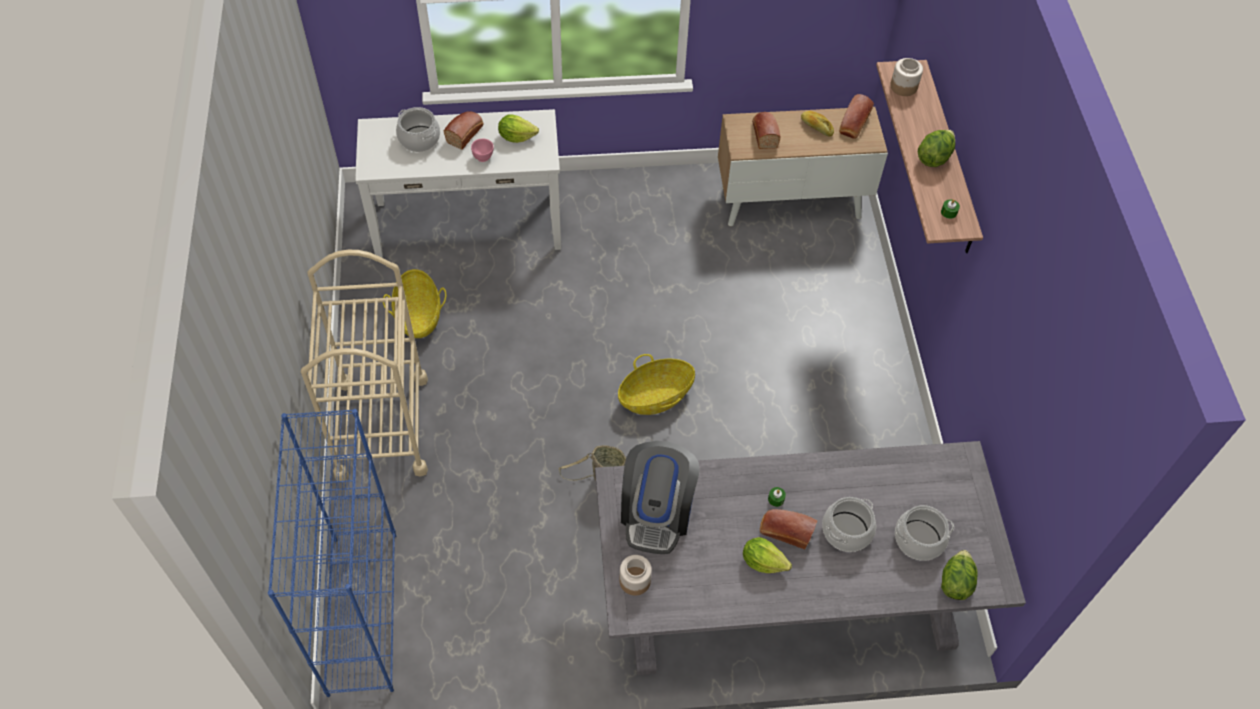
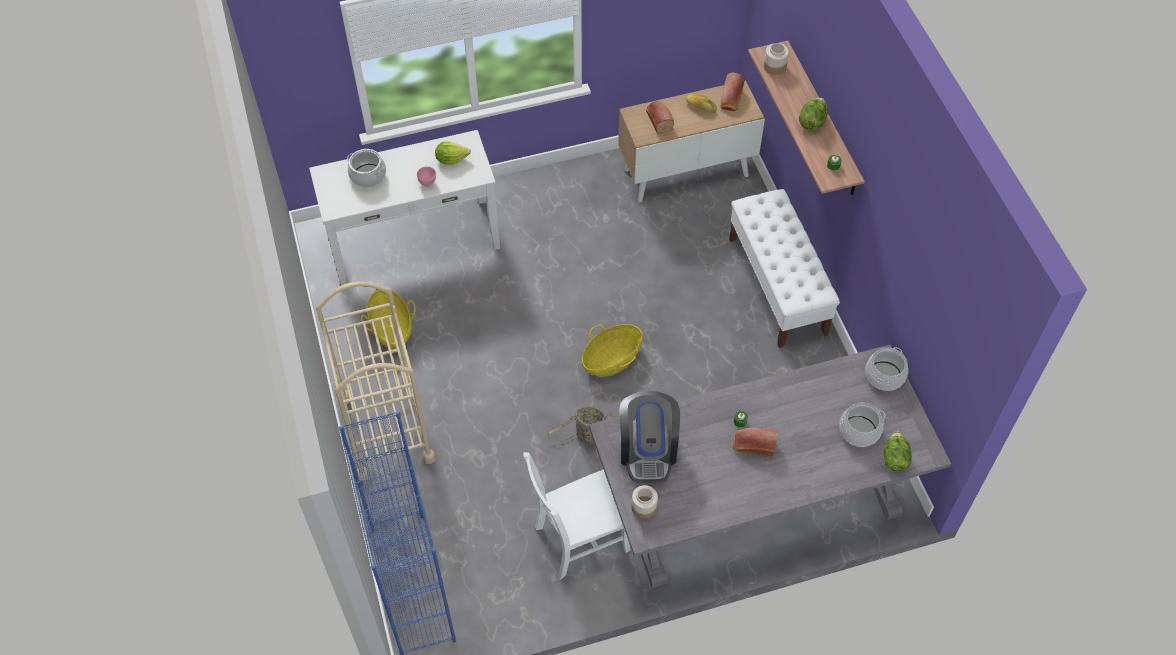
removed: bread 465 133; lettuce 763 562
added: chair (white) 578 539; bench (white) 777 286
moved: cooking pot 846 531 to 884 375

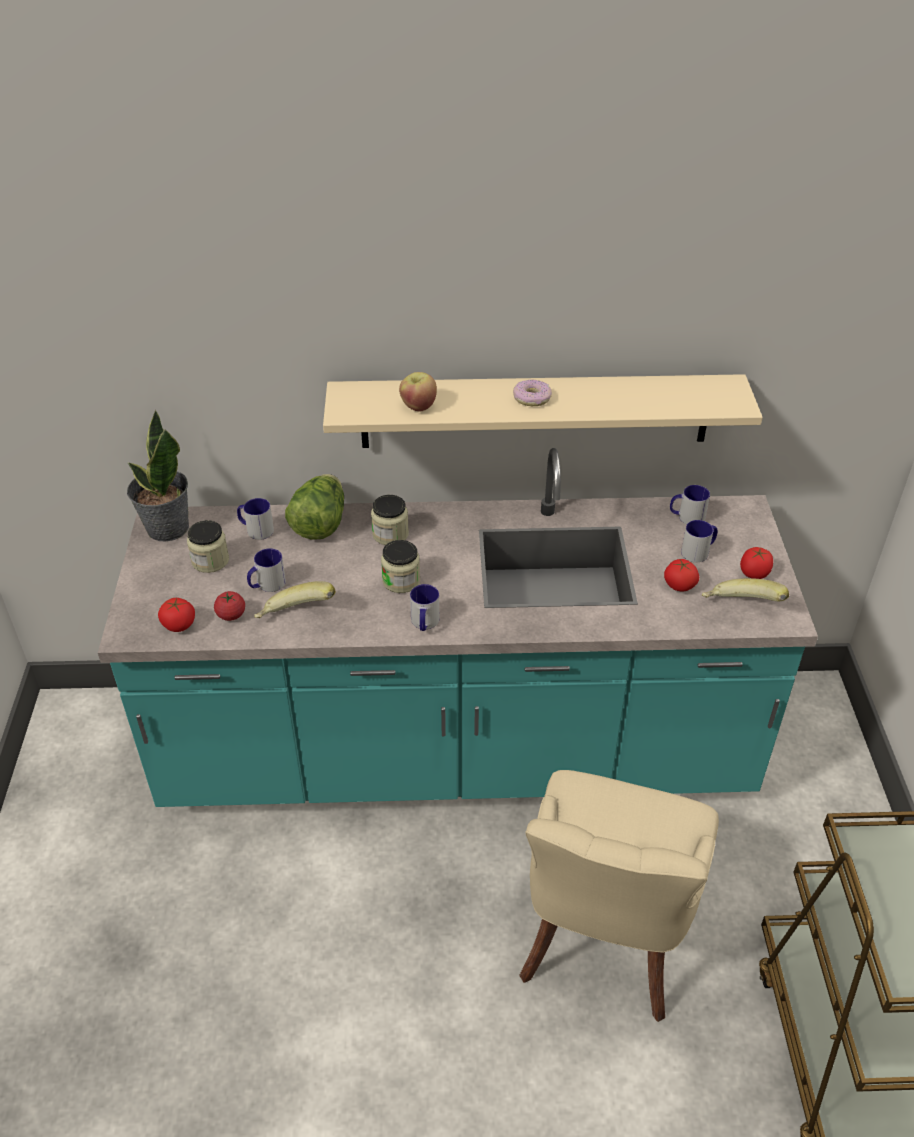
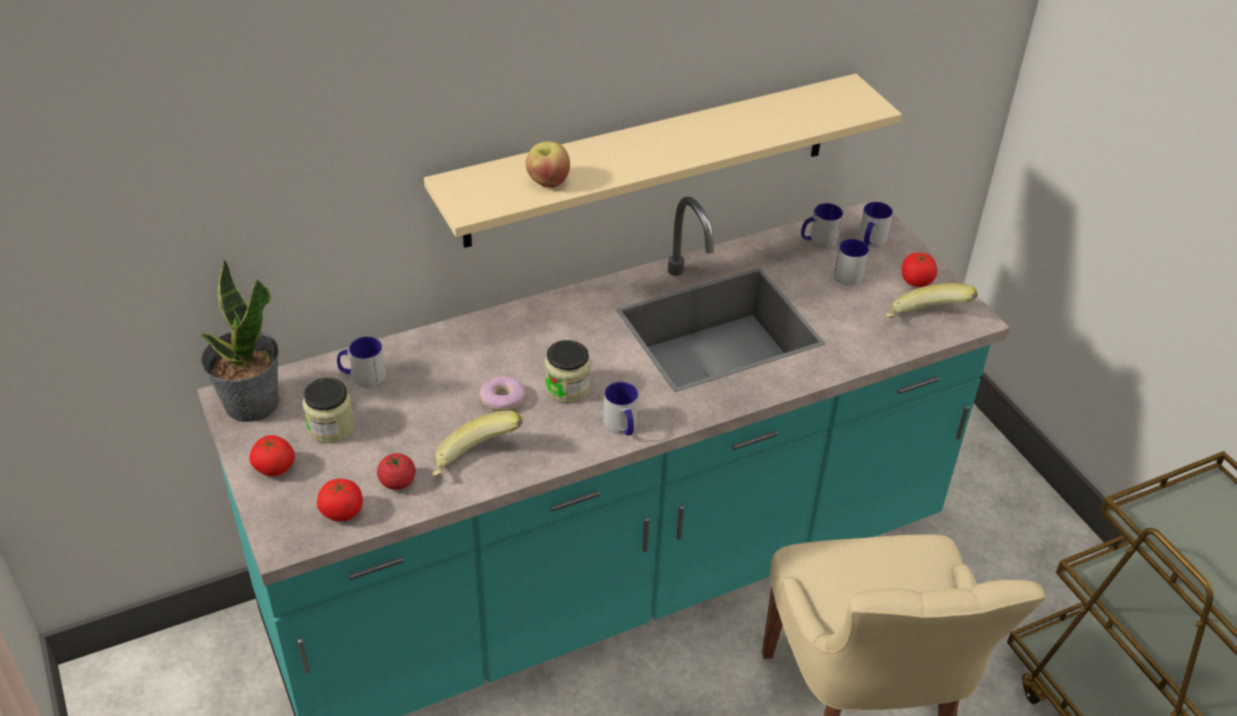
removed: lettuce 320 524; jar 390 534
moved: mug 267 585 to 870 241; donut 532 398 to 502 399; tomato 679 585 to 274 468

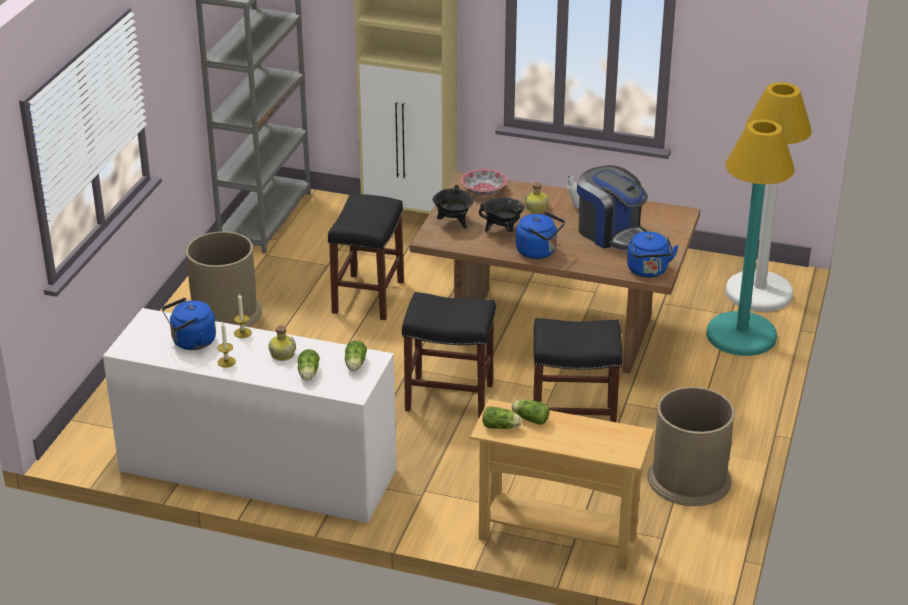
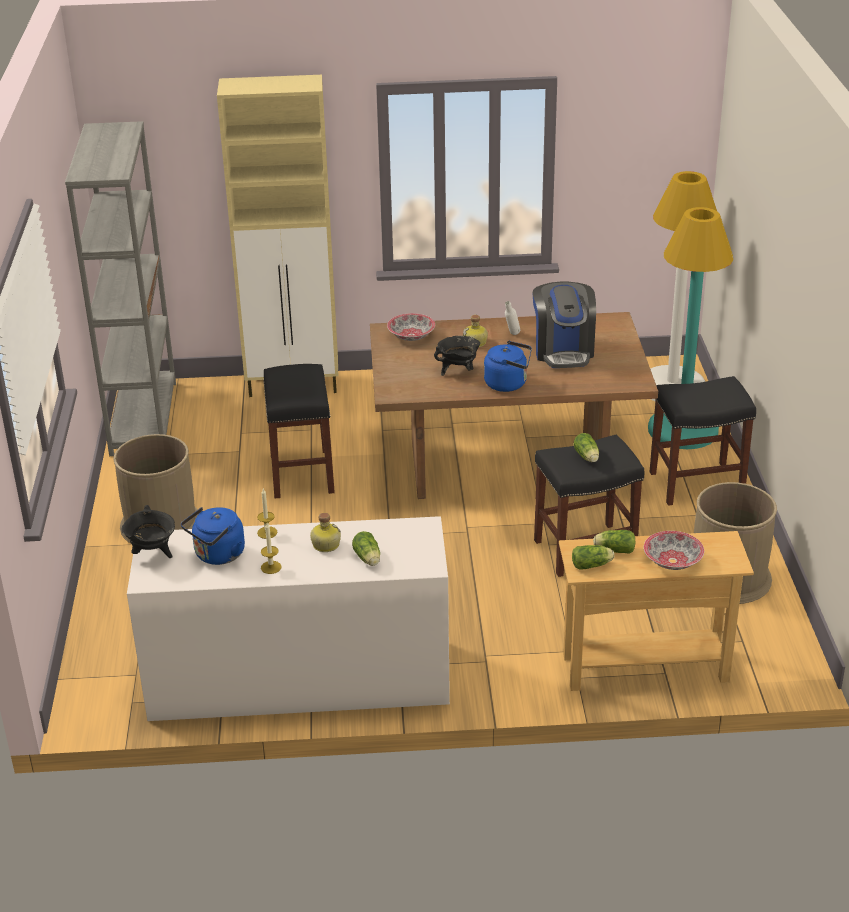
removed: kettle (blue) 648 271
added: bowl 672 561
moved: lettuce 355 365 to 587 457; stool (black) 448 397 to 695 484; cooking pot (black) 453 223 to 153 553
turned: coffee machine 610 232 = 563 351 60 degrees clockwise

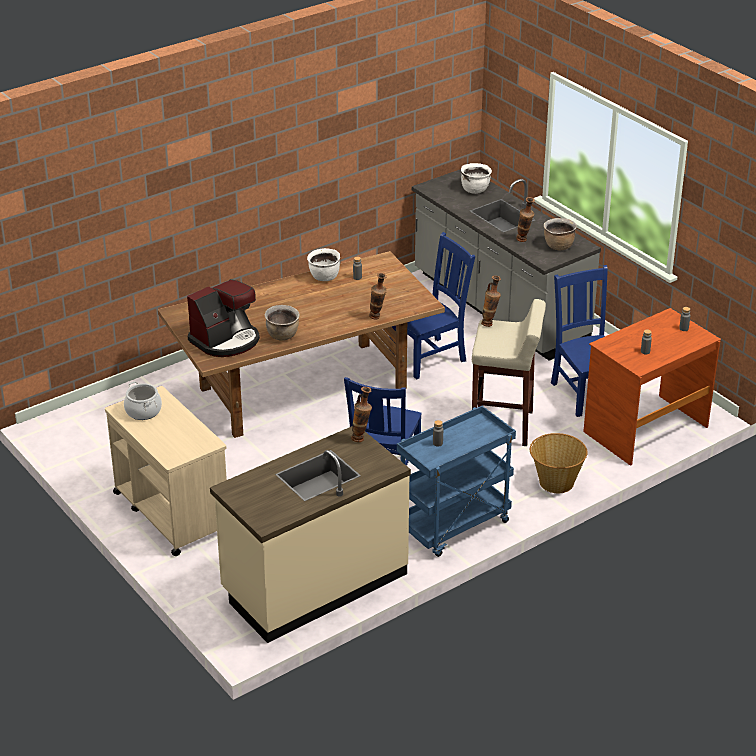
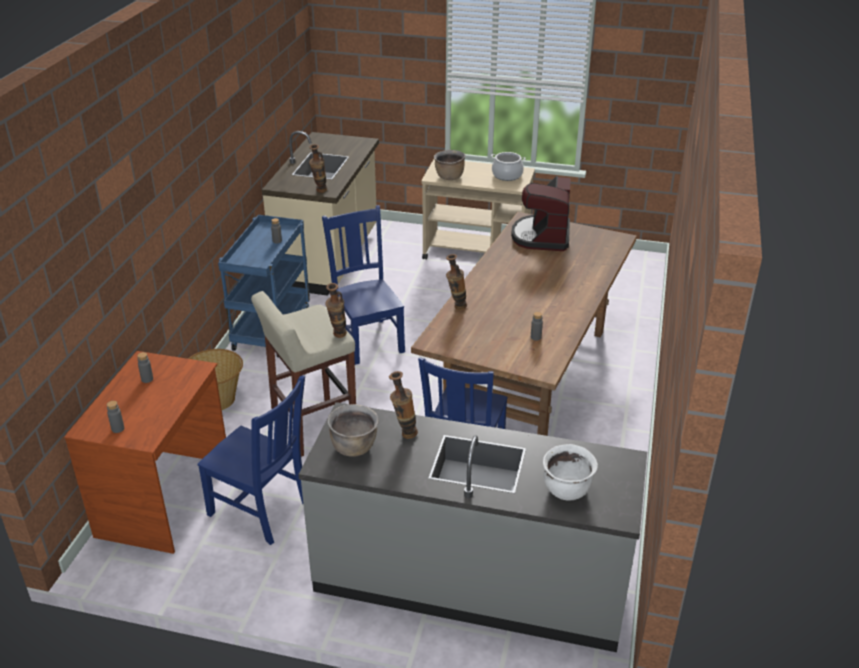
removed: cooking pot (white) 324 277
moved: cooking pot (brown) 283 335 to 449 177

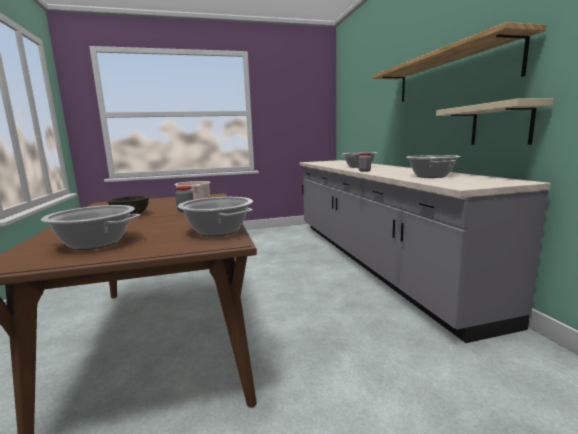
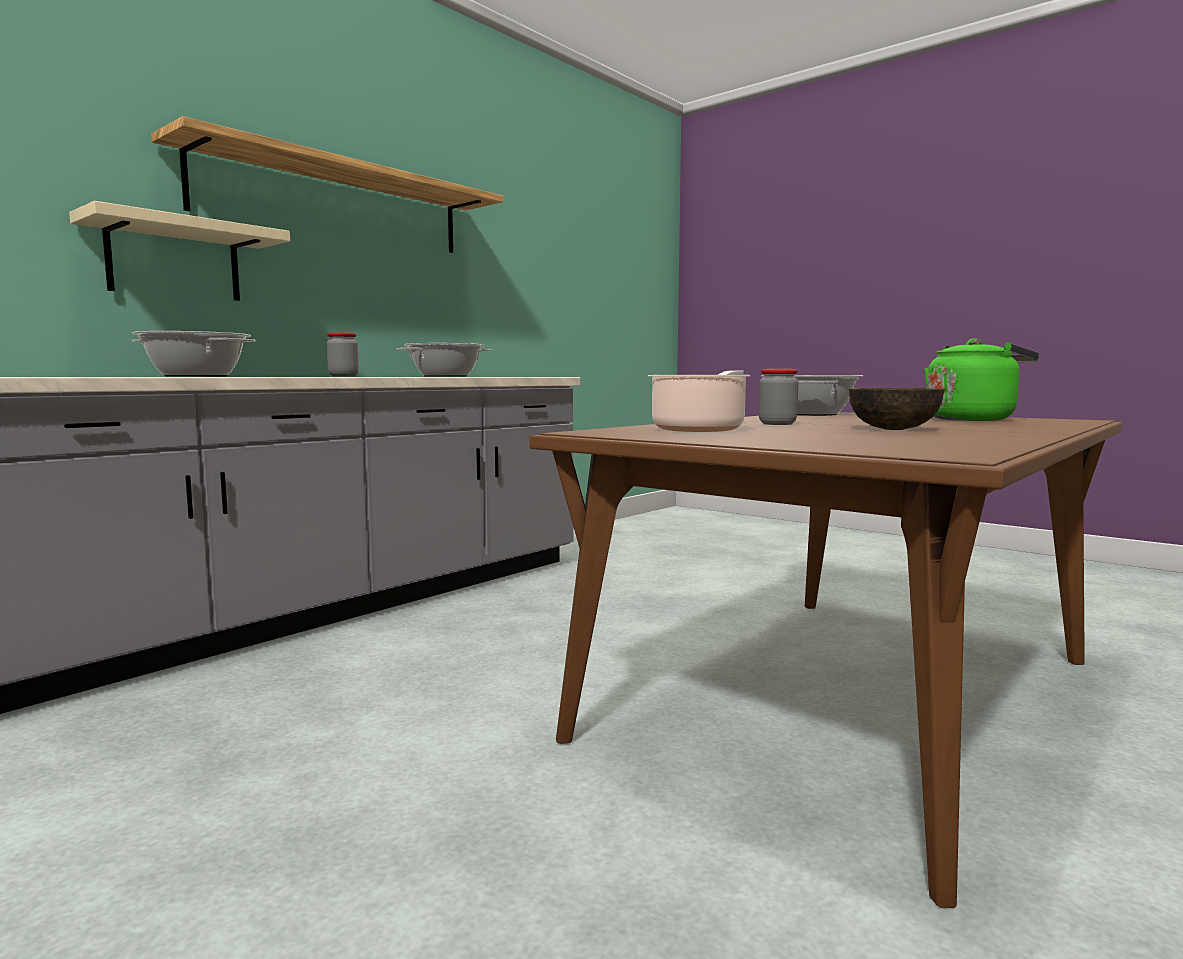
moved: shelf (beige) 501 125 to 174 261
replaced: cooking pot 95 243 to kettle (green) 972 419

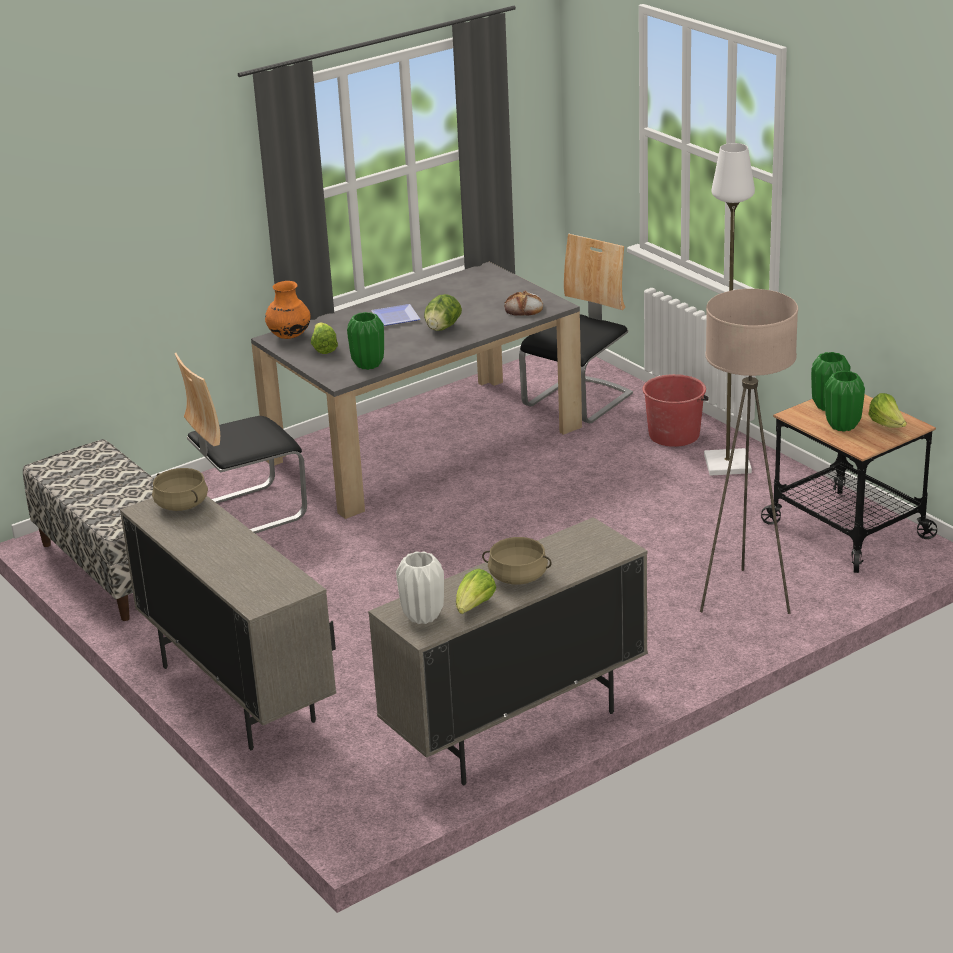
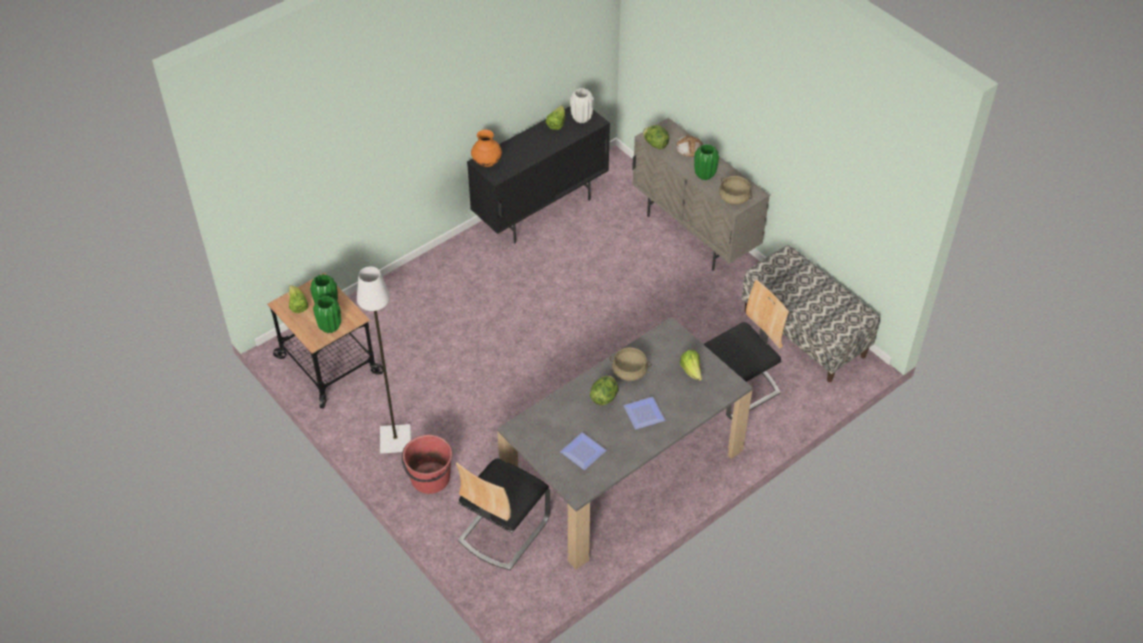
removed: floor lamp (beige) 744 597
added: plate 584 452; lettuce 655 144
moved: vase (orange) 289 336 to 487 163; vase (green) 368 364 to 704 175; cooking pot (beige) 517 577 to 629 371; bread 524 308 to 688 147
recoloured: cabinet (beige) 516 731 to cabinet (black) 541 210

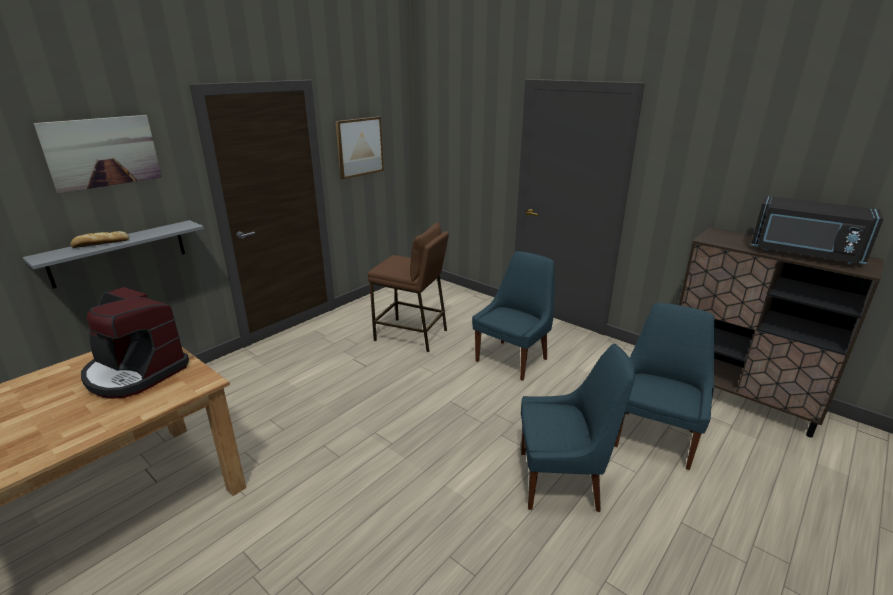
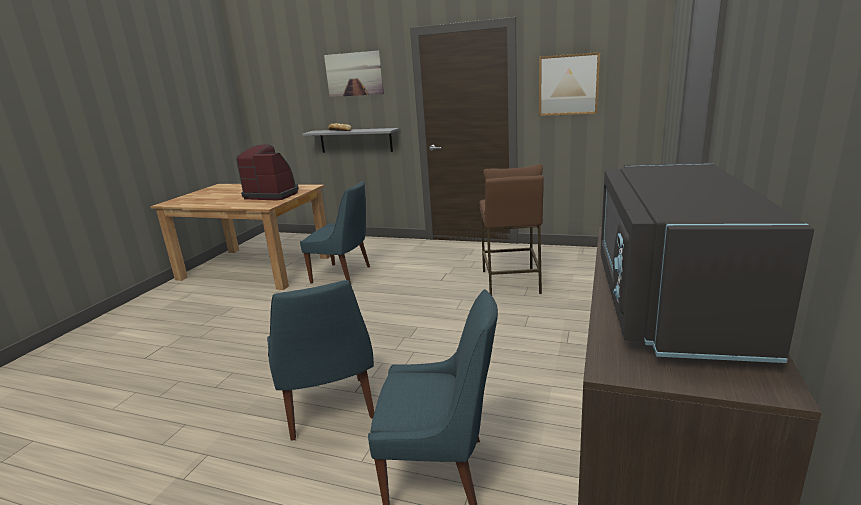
moved: chair (blue) 513 359 to 343 275
turned: coffee machine 135 372 = 273 195 105 degrees clockwise

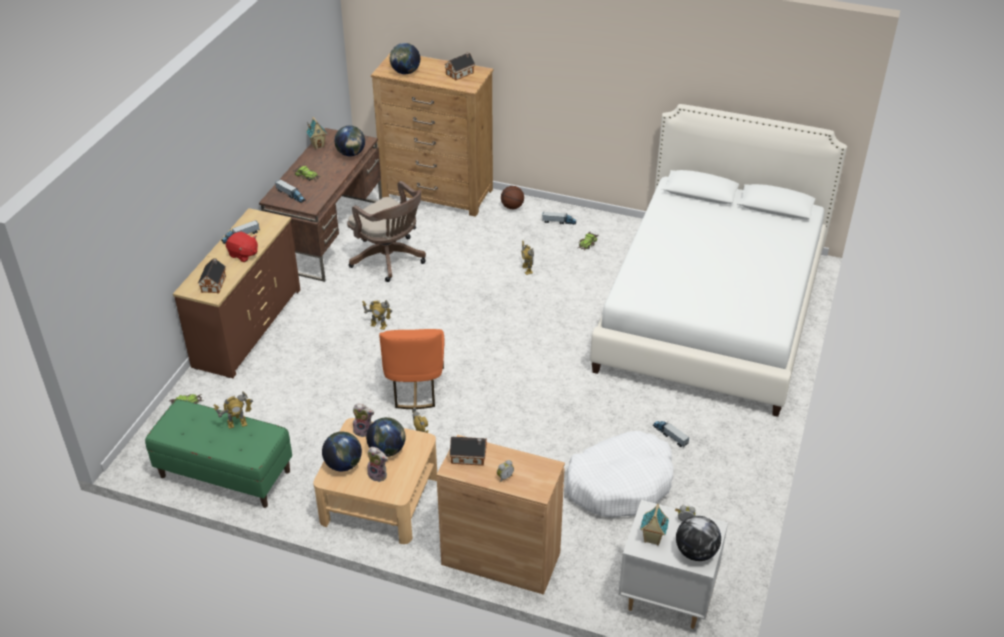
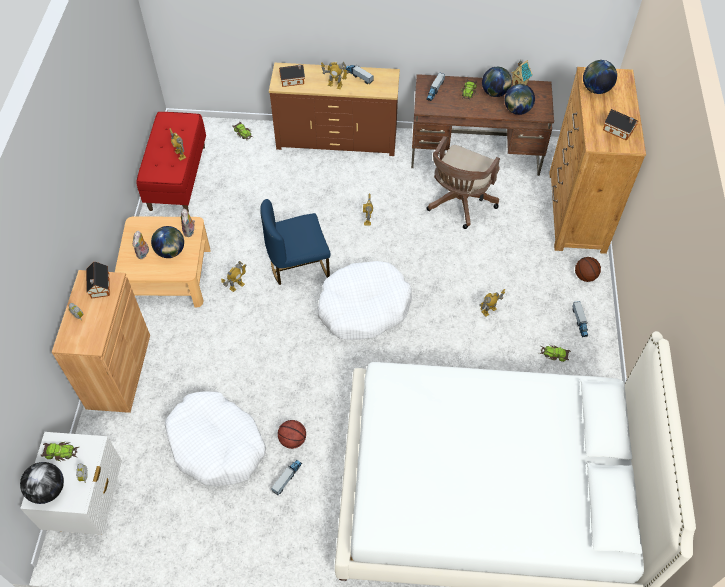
added: basketball 292 440; dog bed (white) 363 307
moved: globe 343 465 to 494 93
replaced: plush toy (red) 243 254 to toy robot 335 85; toy house 652 539 to toy car 61 452
recoloured: bench (green) 225 474 to bench (red) 177 177; chair (orange) 415 387 to chair (blue) 298 265

